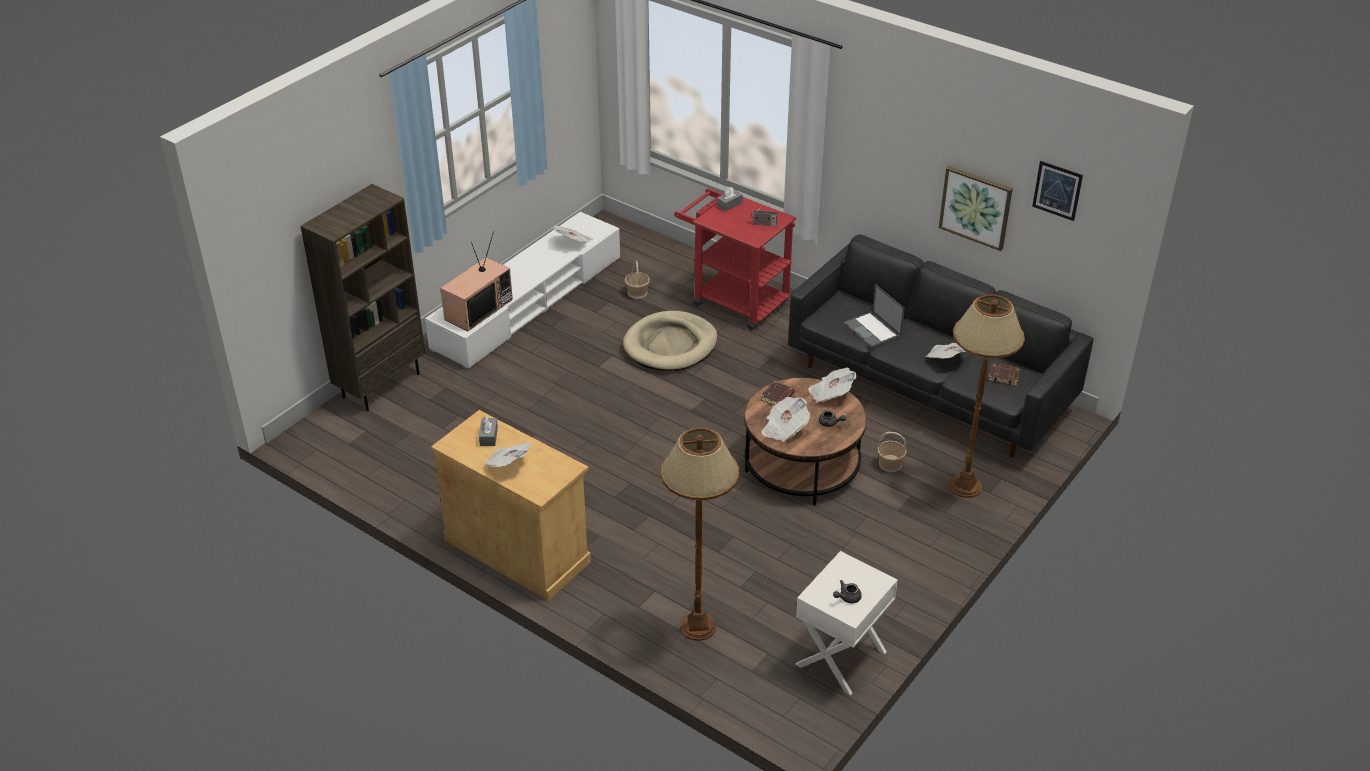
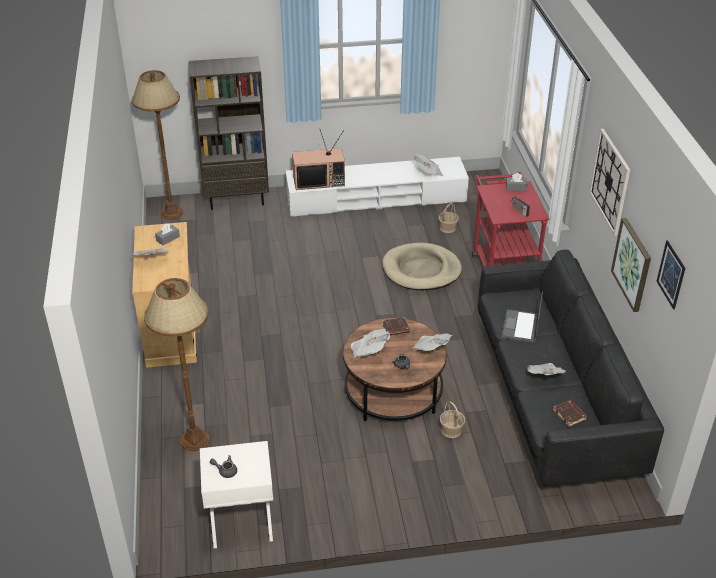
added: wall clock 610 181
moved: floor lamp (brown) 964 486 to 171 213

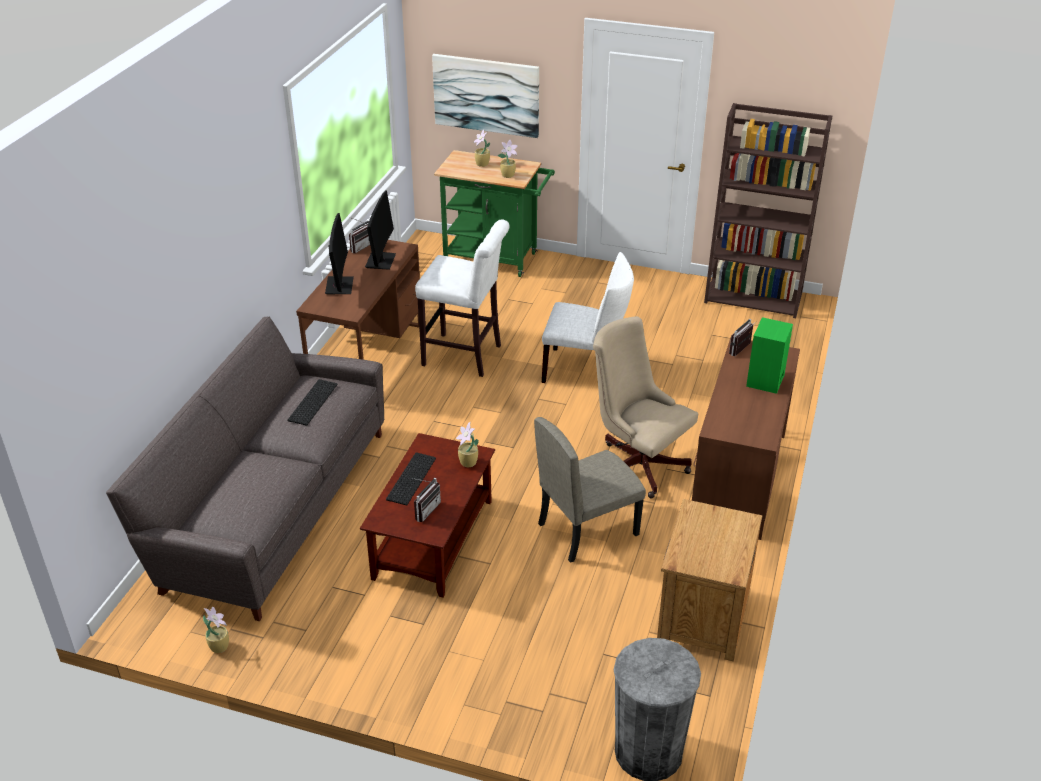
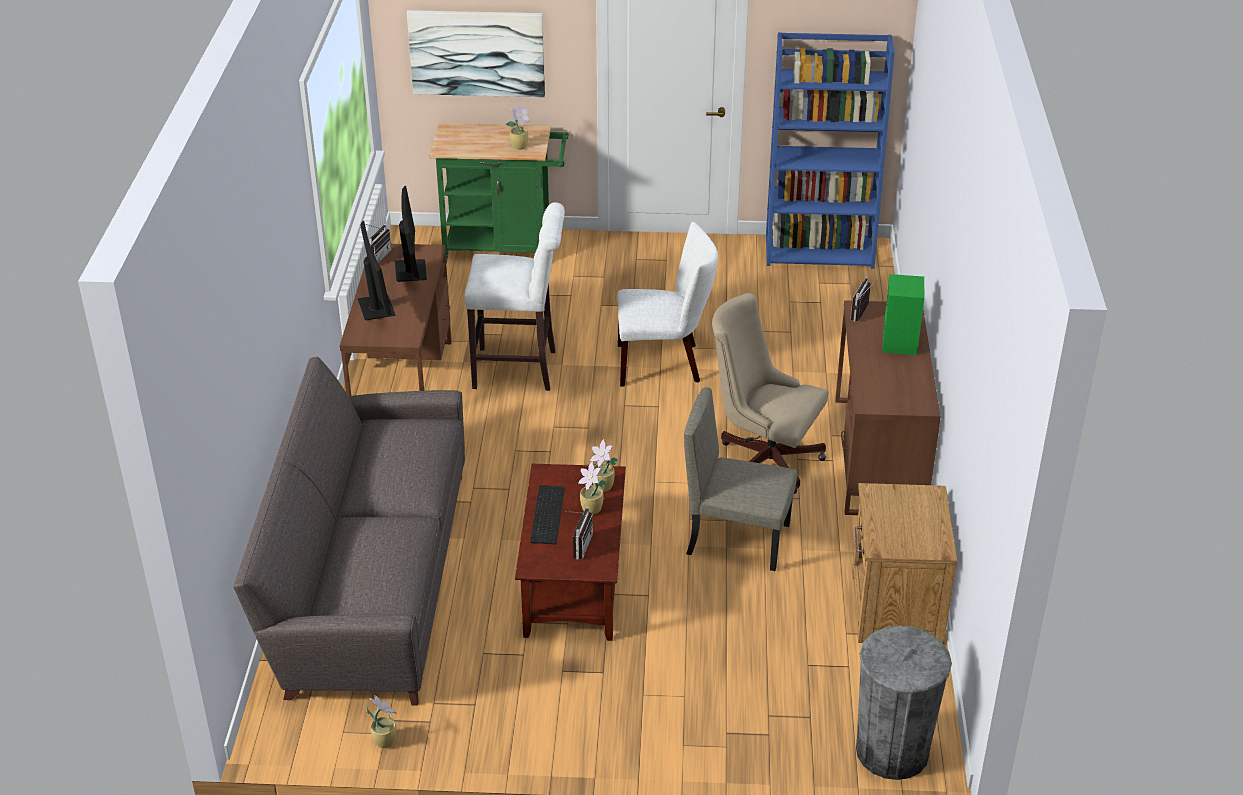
removed: keyboard 312 401
moved: potted plant 482 164 to 592 510
recoloured: bookcase (brown) 754 297 to bookcase (blue) 820 251
turned: chair (beige) 587 528 = 738 539 60 degrees clockwise

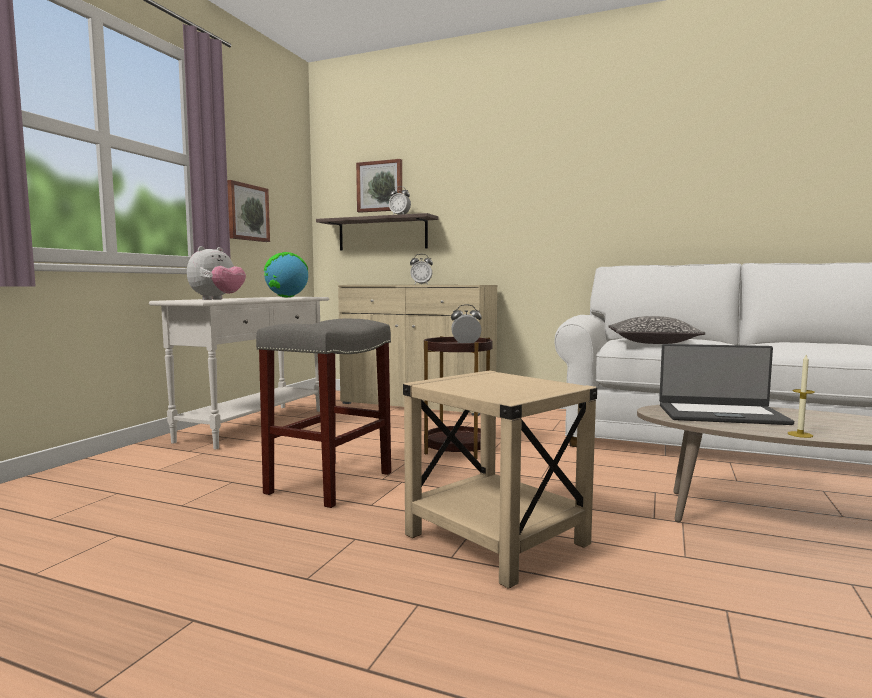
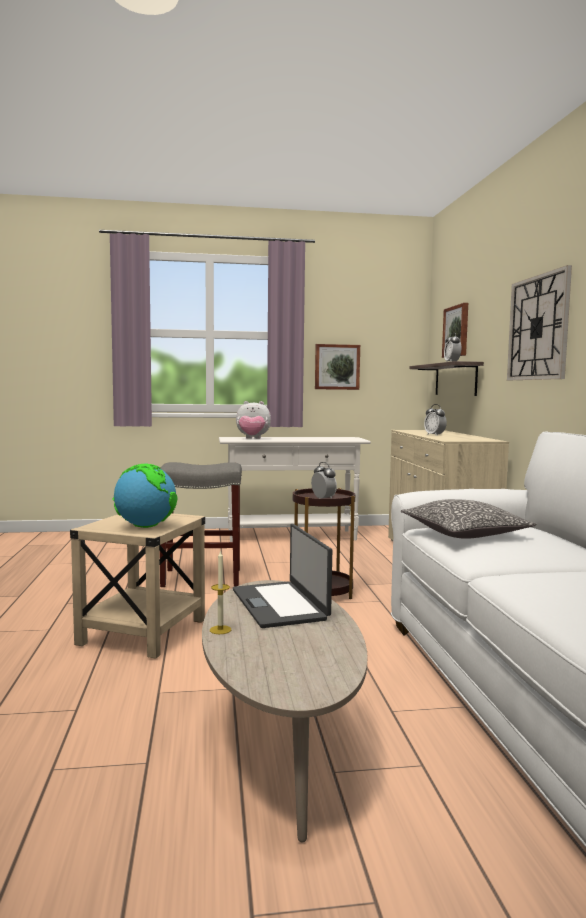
added: wall clock 538 328
moved: globe 286 297 to 145 526

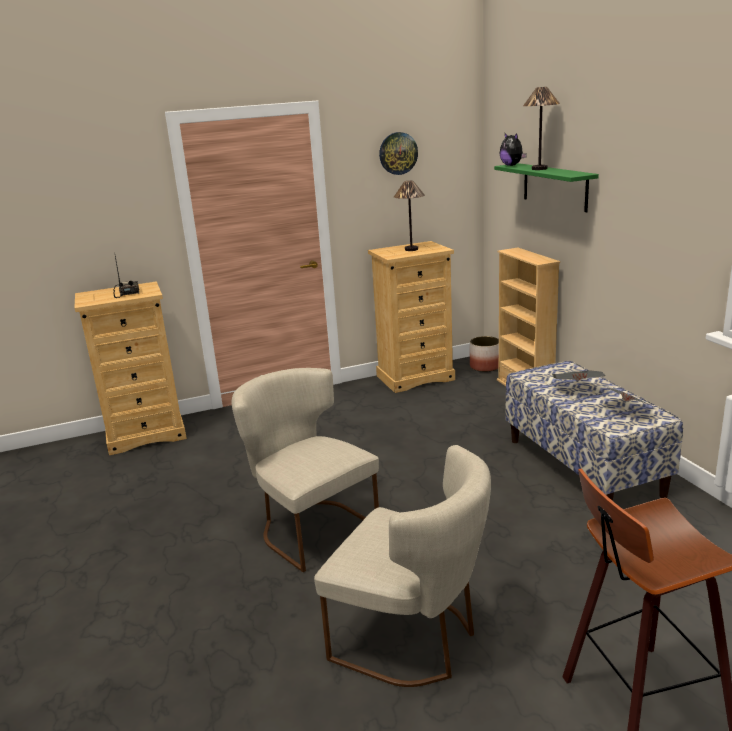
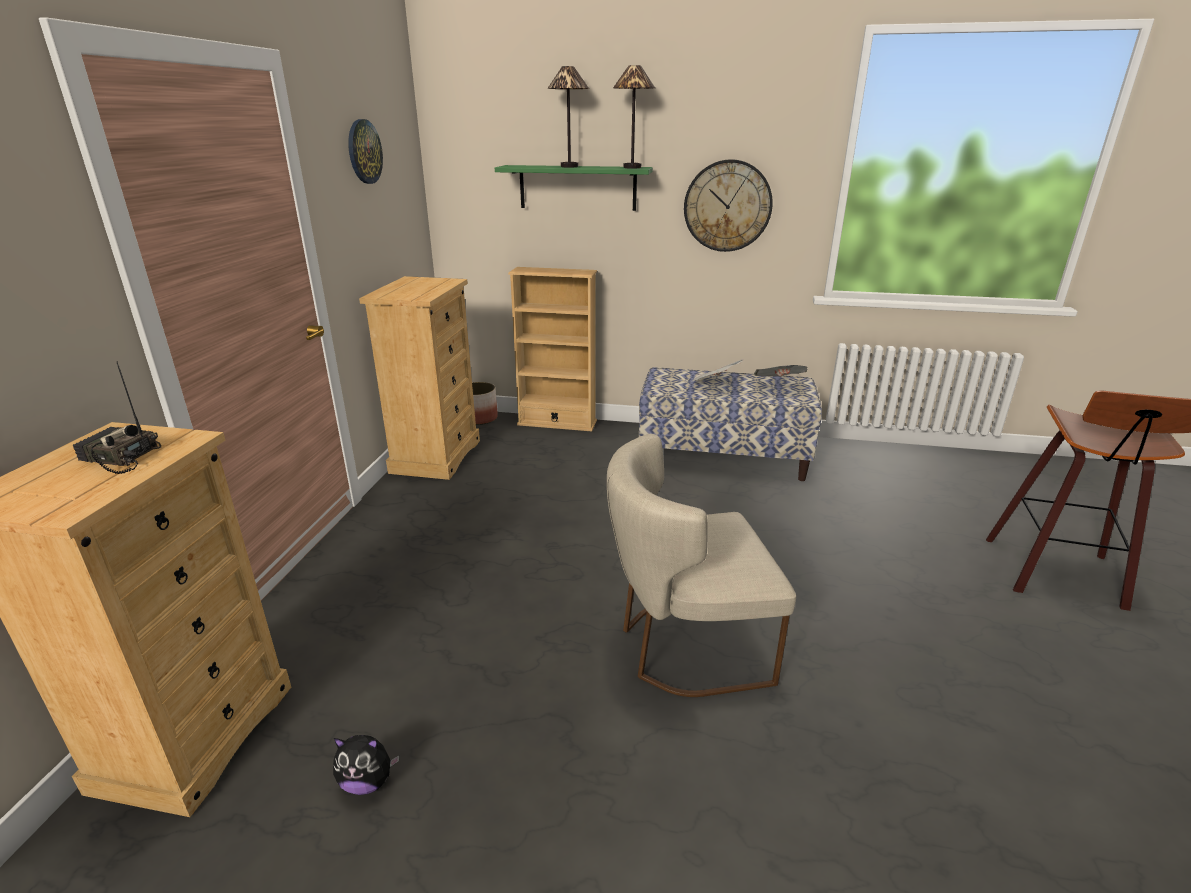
removed: chair (beige) 414 639
added: wall clock 727 206
moved: table lamp 411 249 to 631 167; plush toy 512 165 to 367 782

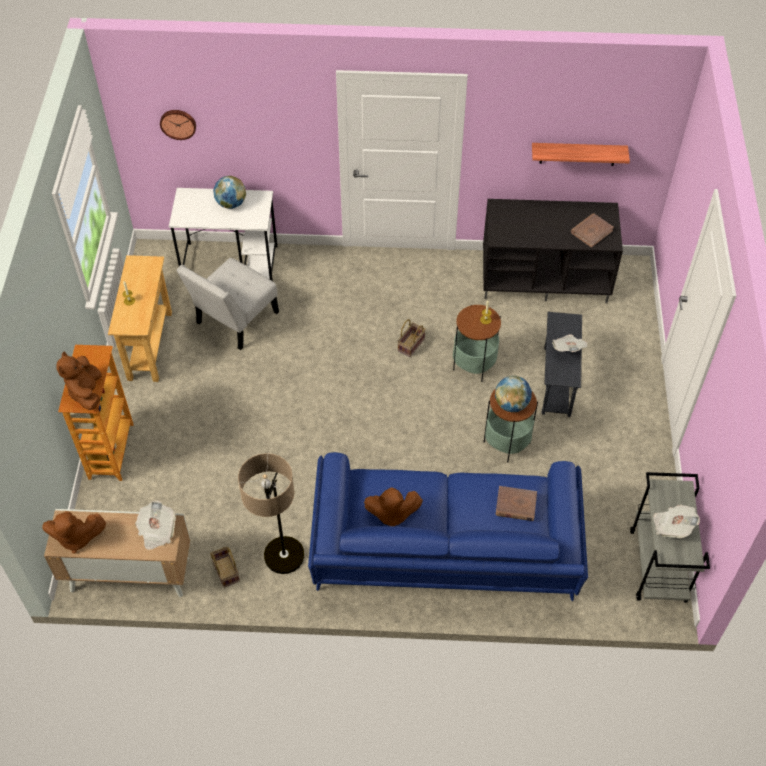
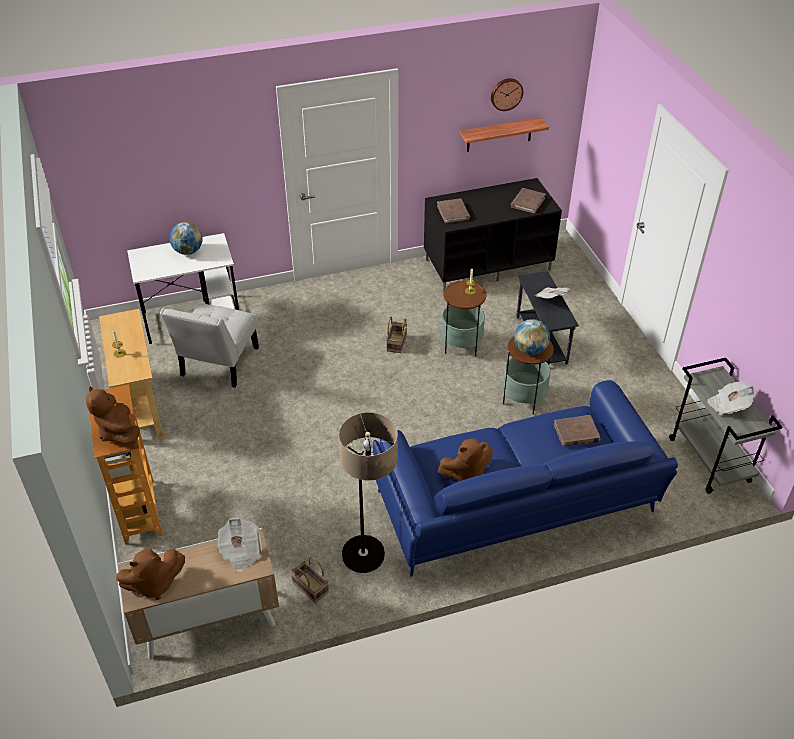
added: book (brown) 453 212
moved: wall clock 178 123 to 506 93

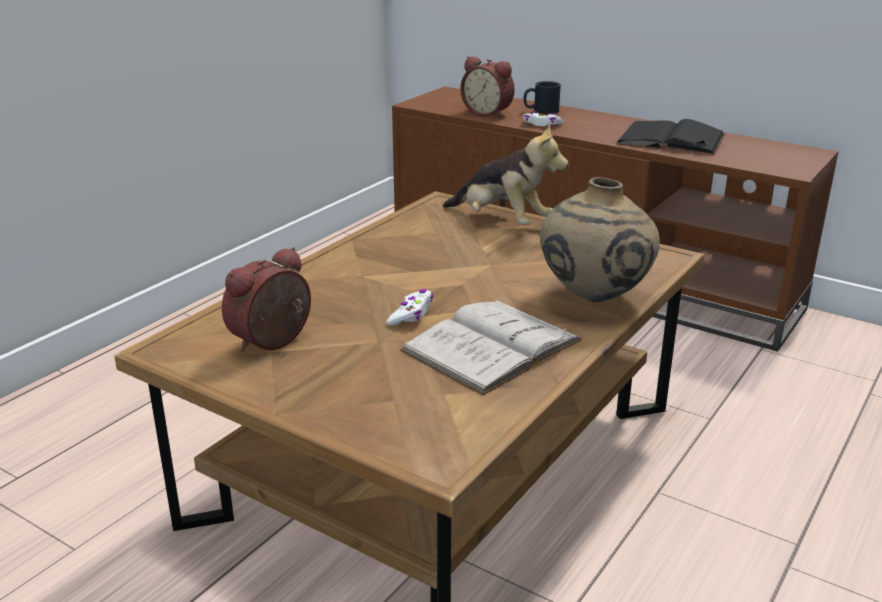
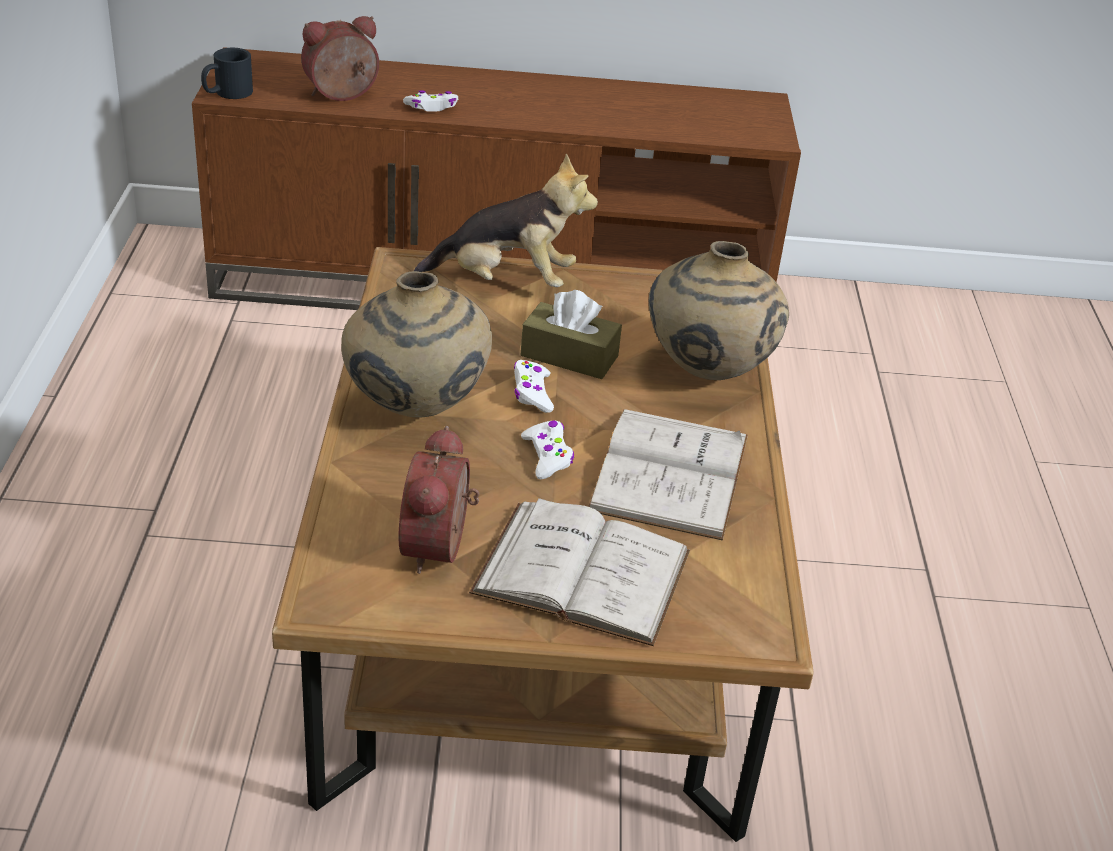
removed: book (black) 671 139
added: vase (beige) 415 411; book (white) 582 572; game controller (white) 532 393; tissue box (brown) 569 356
moved: mug (black) 540 111 to 227 93
turned: alarm clock 488 113 = 342 96 150 degrees clockwise

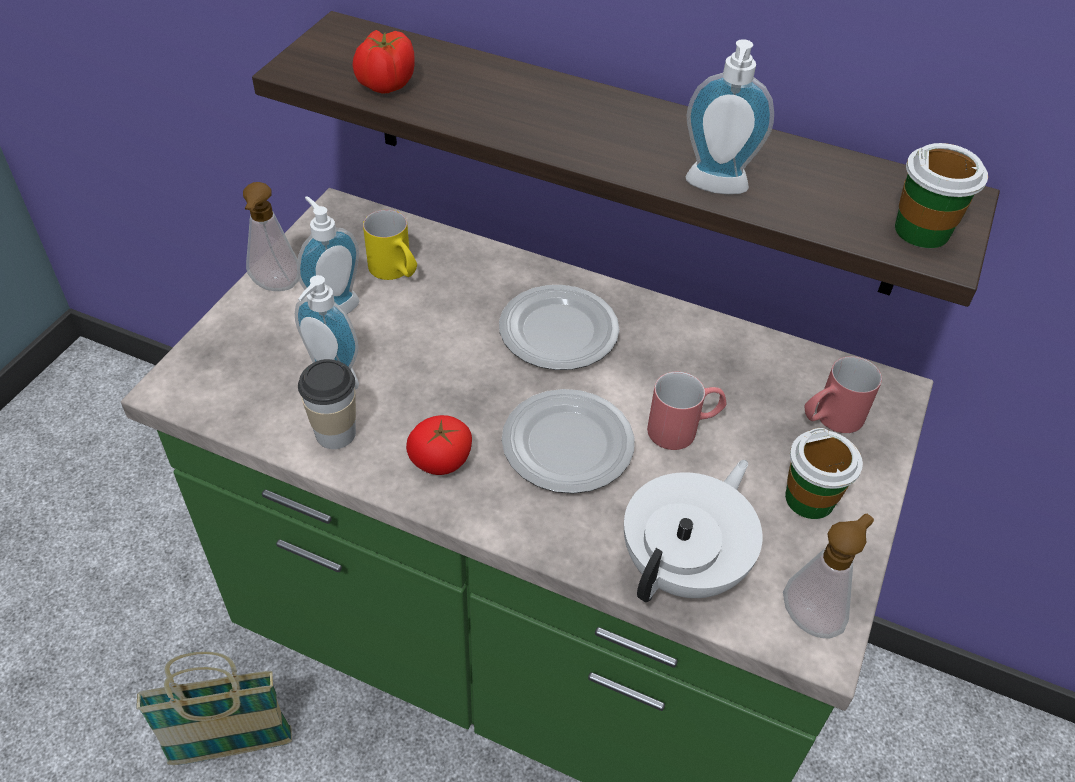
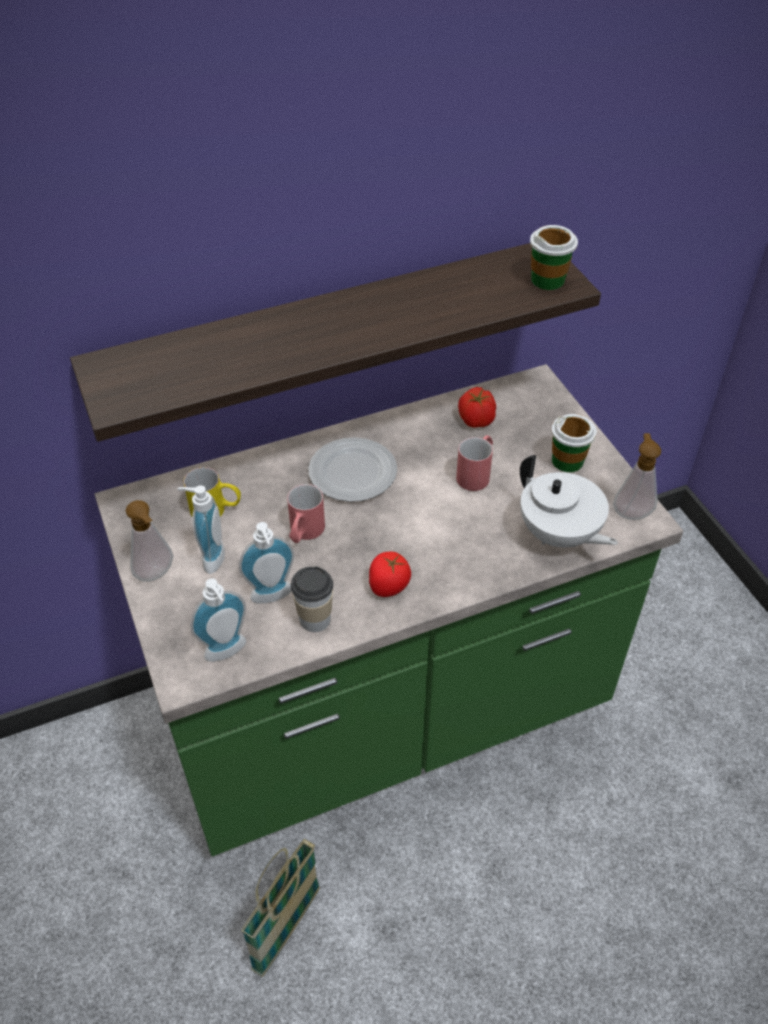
removed: plate 567 444
moved: tomato 385 84 to 475 420; soap dispenser 715 188 to 227 653; mug (red) 830 419 to 304 534
turned: teapot (white) 685 566 = 558 535 150 degrees clockwise

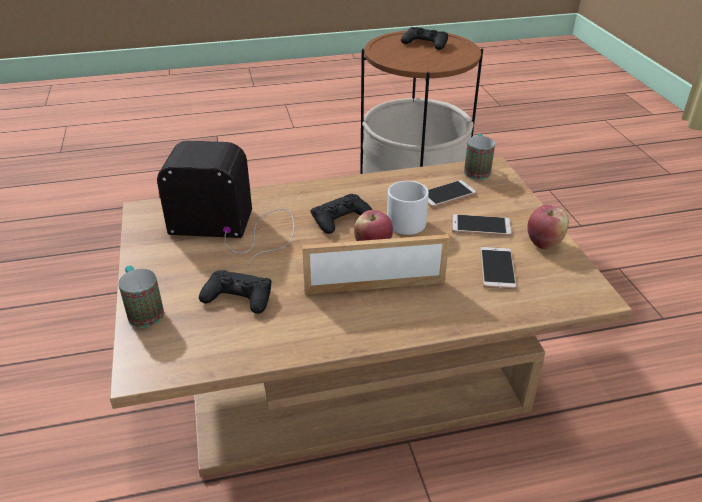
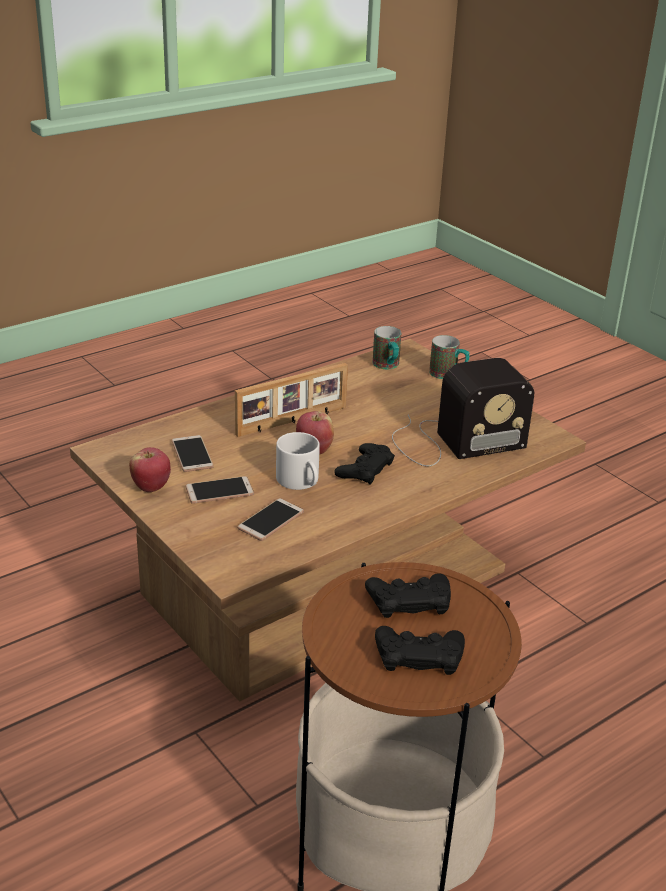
moved: game controller (black) 238 297 to 409 600; mug 477 170 to 387 366

